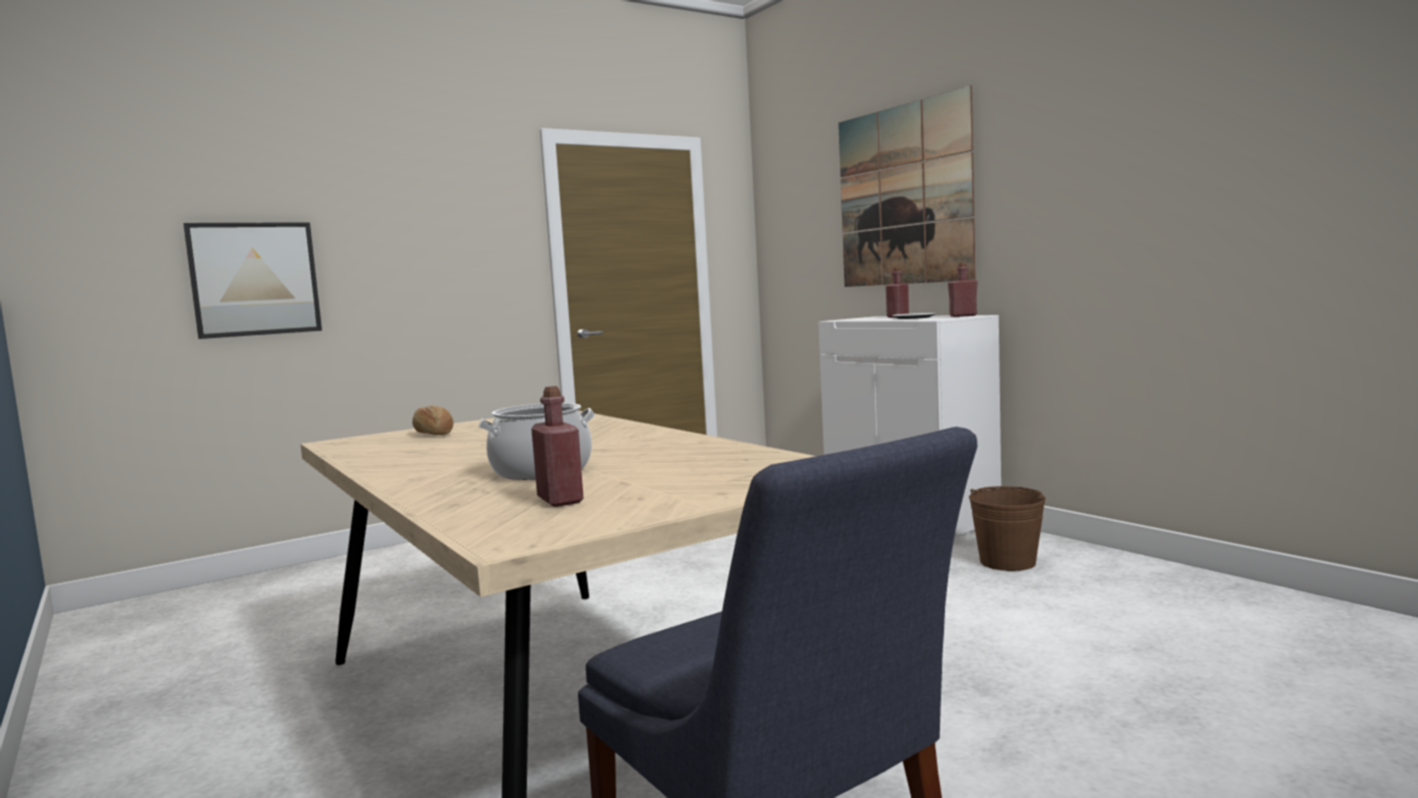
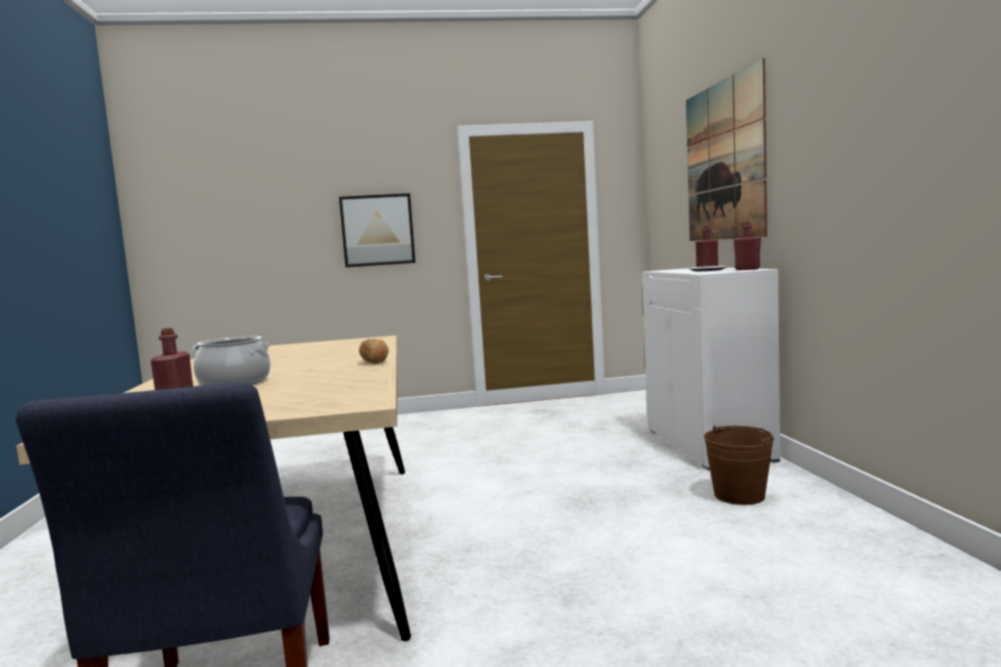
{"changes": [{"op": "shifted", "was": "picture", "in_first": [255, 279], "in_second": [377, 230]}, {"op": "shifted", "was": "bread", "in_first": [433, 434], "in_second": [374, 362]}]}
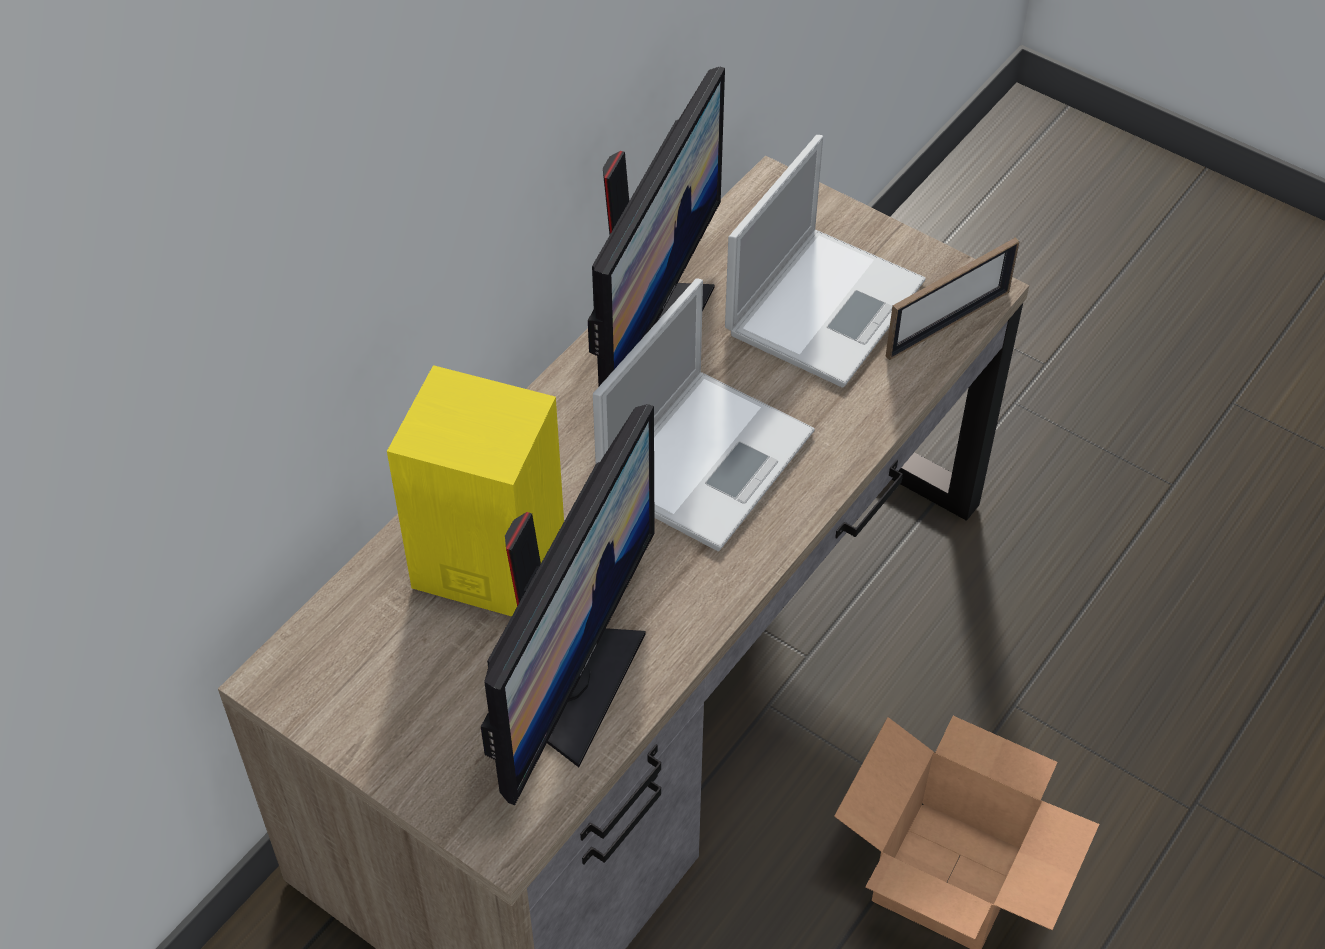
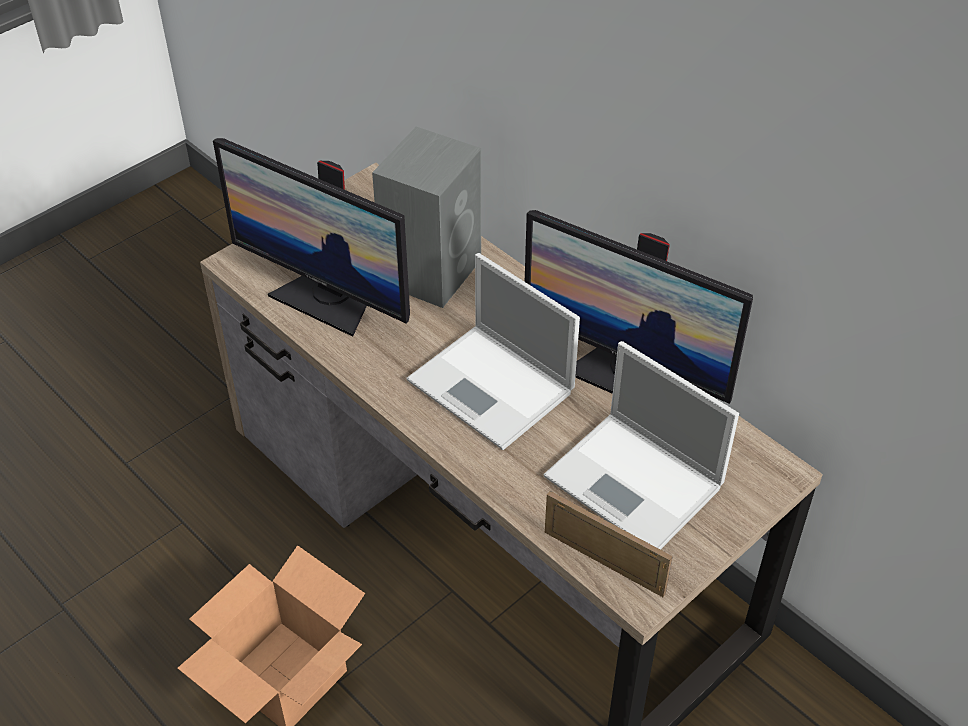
{"changes": [{"op": "repainted", "was": "yellow_speaker", "now": "grey_speaker", "in_first": [485, 560], "in_second": [433, 270]}, {"op": "rotated", "was": "picture_frame", "in_first": [948, 323], "in_second": [603, 562], "clockwise": 150}]}
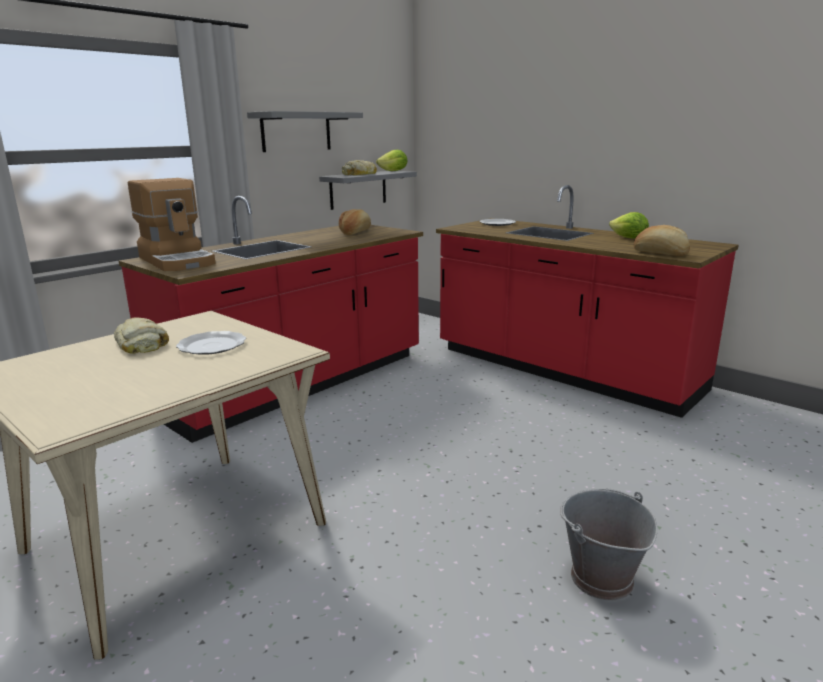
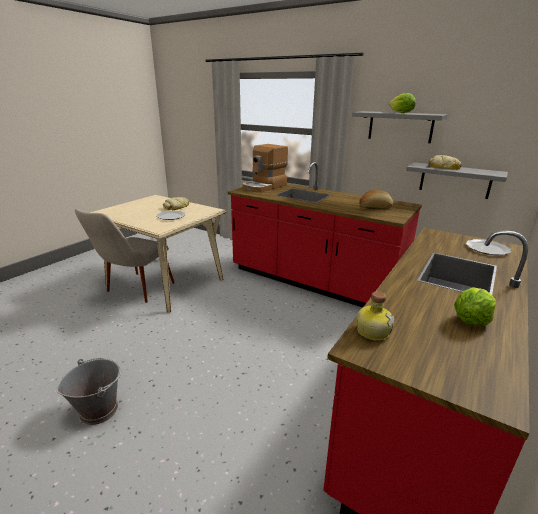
{"changes": [{"op": "new", "now": "beige_chair", "in_second": [133, 292]}, {"op": "shifted", "was": "lettuce", "in_first": [393, 171], "in_second": [401, 113]}, {"op": "swapped", "was": "bread", "now": "bottle", "in_first": [660, 253], "in_second": [372, 331]}]}
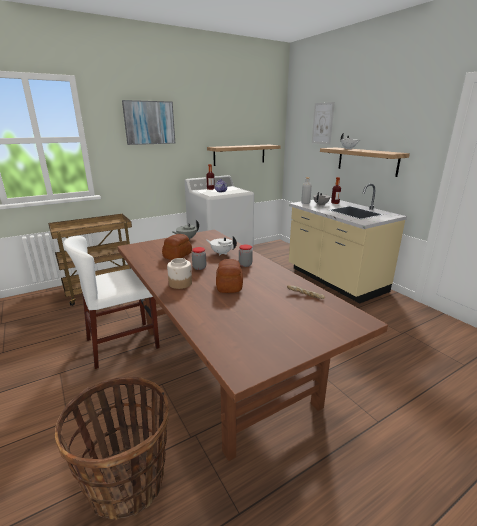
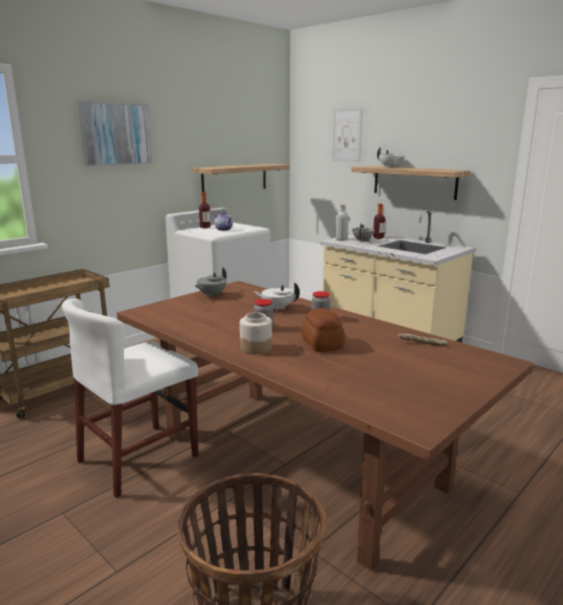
{"changes": [{"op": "gone", "was": "bread", "in_first": [177, 255]}]}
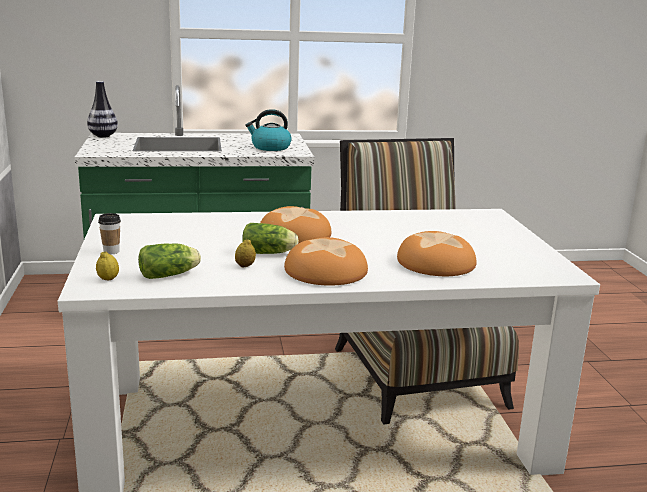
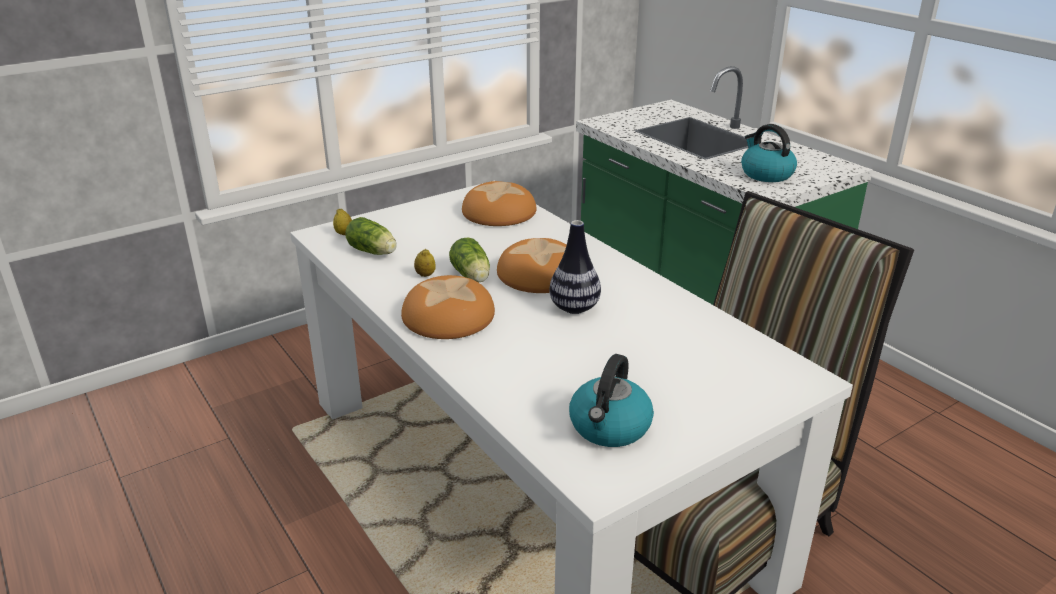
{"changes": [{"op": "gone", "was": "cup", "in_first": [111, 251]}, {"op": "new", "now": "kettle", "in_second": [610, 427]}, {"op": "shifted", "was": "vase", "in_first": [103, 136], "in_second": [574, 308]}, {"op": "shifted", "was": "bread", "in_first": [436, 263], "in_second": [498, 212]}]}
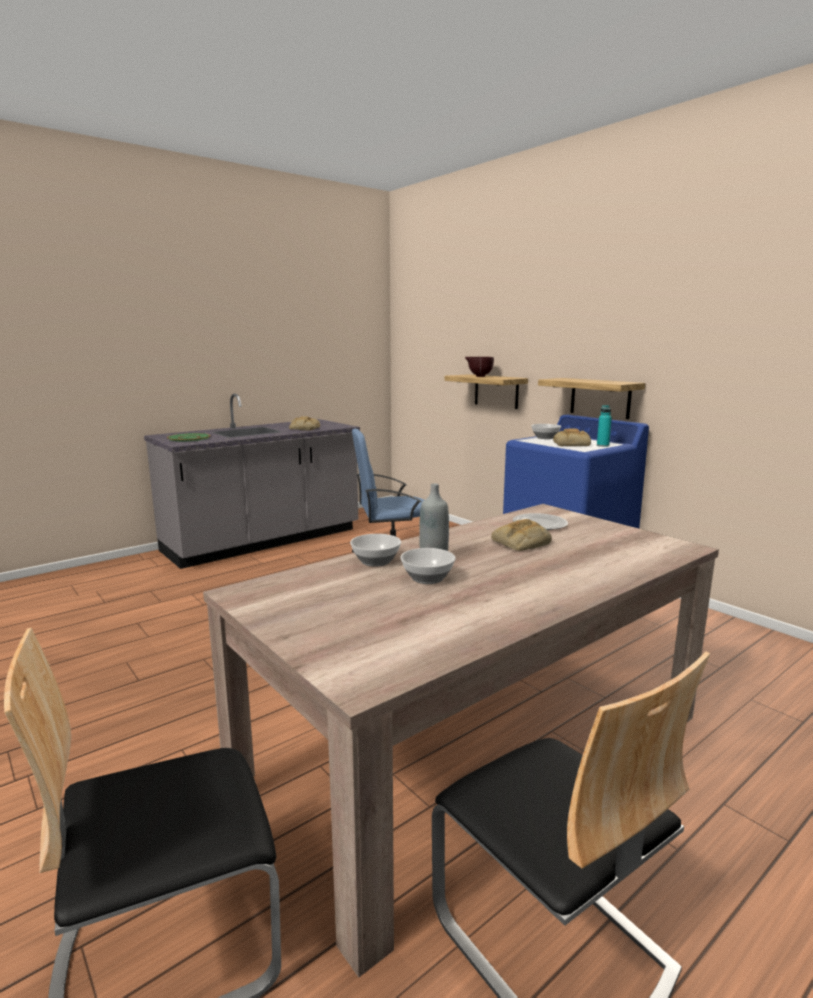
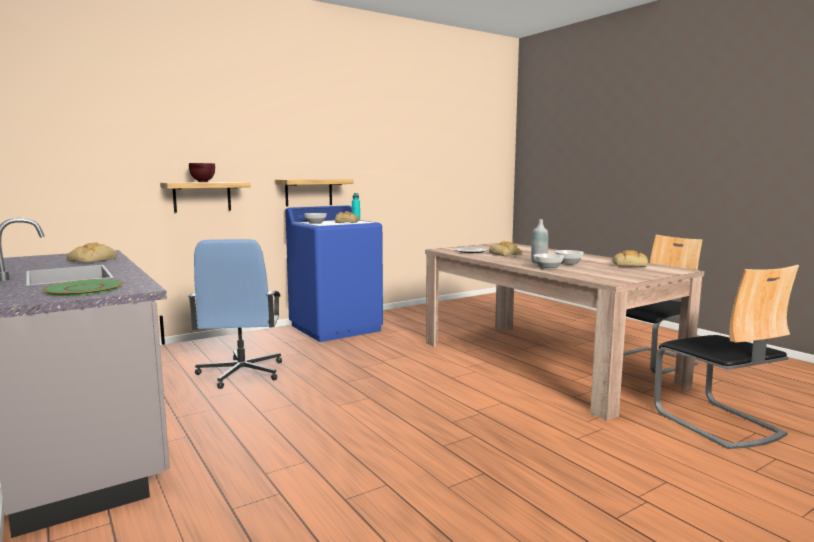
{"changes": [{"op": "new", "now": "bread", "in_second": [630, 265]}]}
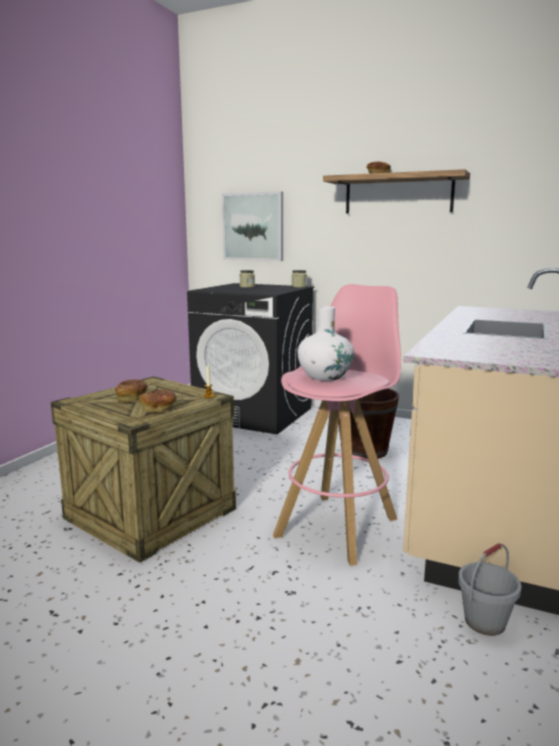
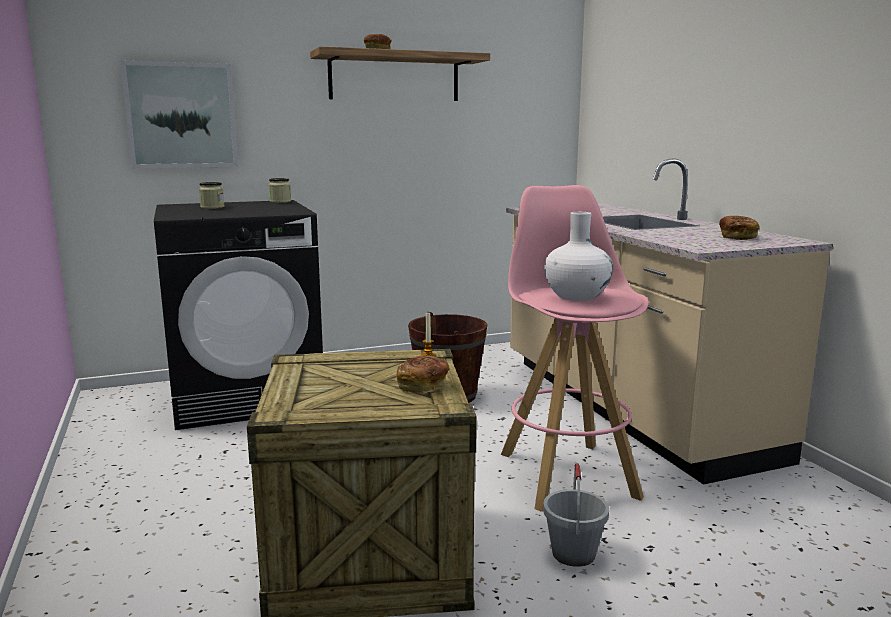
{"changes": [{"op": "shifted", "was": "bread", "in_first": [132, 398], "in_second": [737, 237]}, {"op": "shifted", "was": "grey_bucket", "in_first": [484, 621], "in_second": [573, 553]}]}
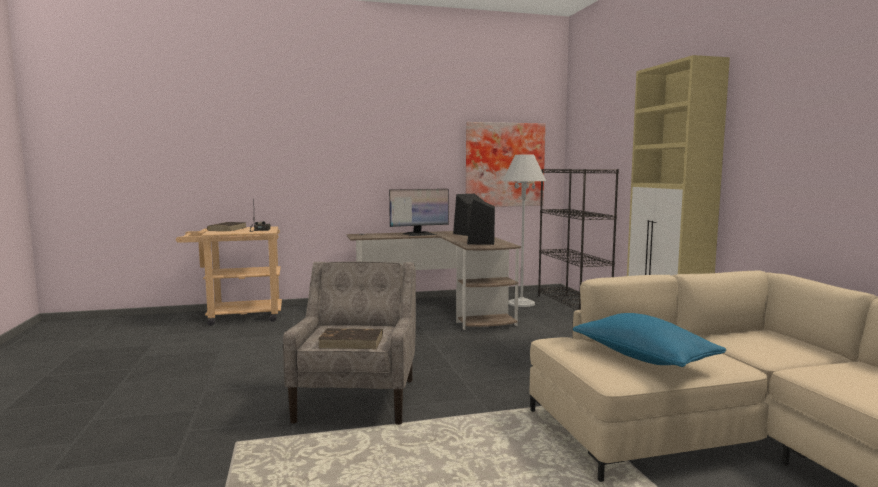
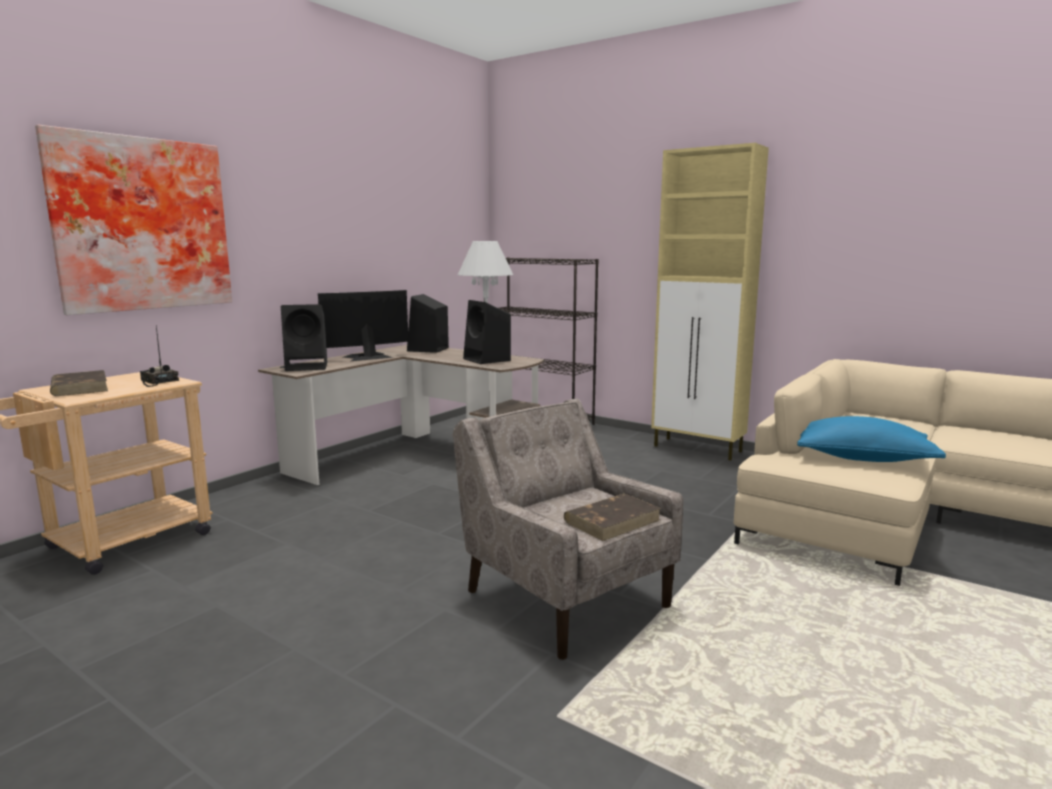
{"changes": [{"op": "new", "now": "black_speaker", "in_second": [308, 366]}, {"op": "shifted", "was": "picture", "in_first": [504, 165], "in_second": [141, 224]}, {"op": "rotated", "was": "monitor", "in_first": [419, 234], "in_second": [367, 357], "clockwise": -150}]}
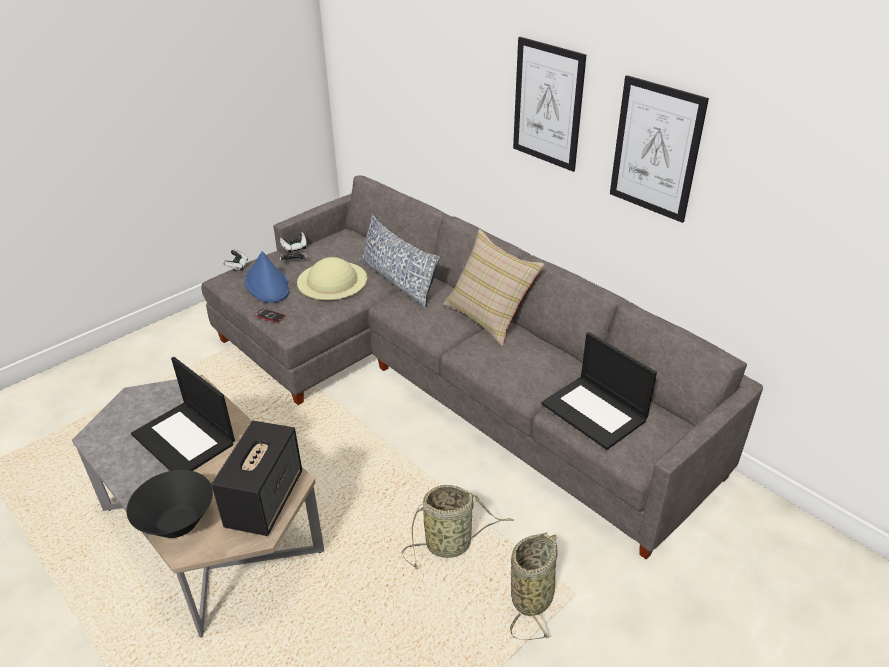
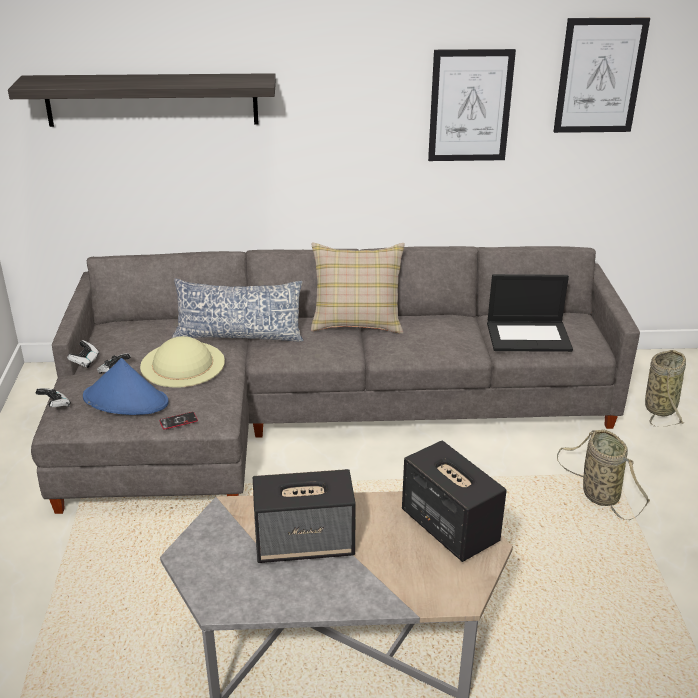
{"changes": [{"op": "gone", "was": "black_bowl", "in_first": [177, 523]}, {"op": "new", "now": "shelf", "in_second": [151, 100]}, {"op": "shifted", "was": "basket", "in_first": [451, 544], "in_second": [660, 407]}, {"op": "shifted", "was": "picture", "in_first": [547, 104], "in_second": [599, 76]}, {"op": "swapped", "was": "laptop", "now": "speaker", "in_first": [185, 439], "in_second": [305, 543]}]}
